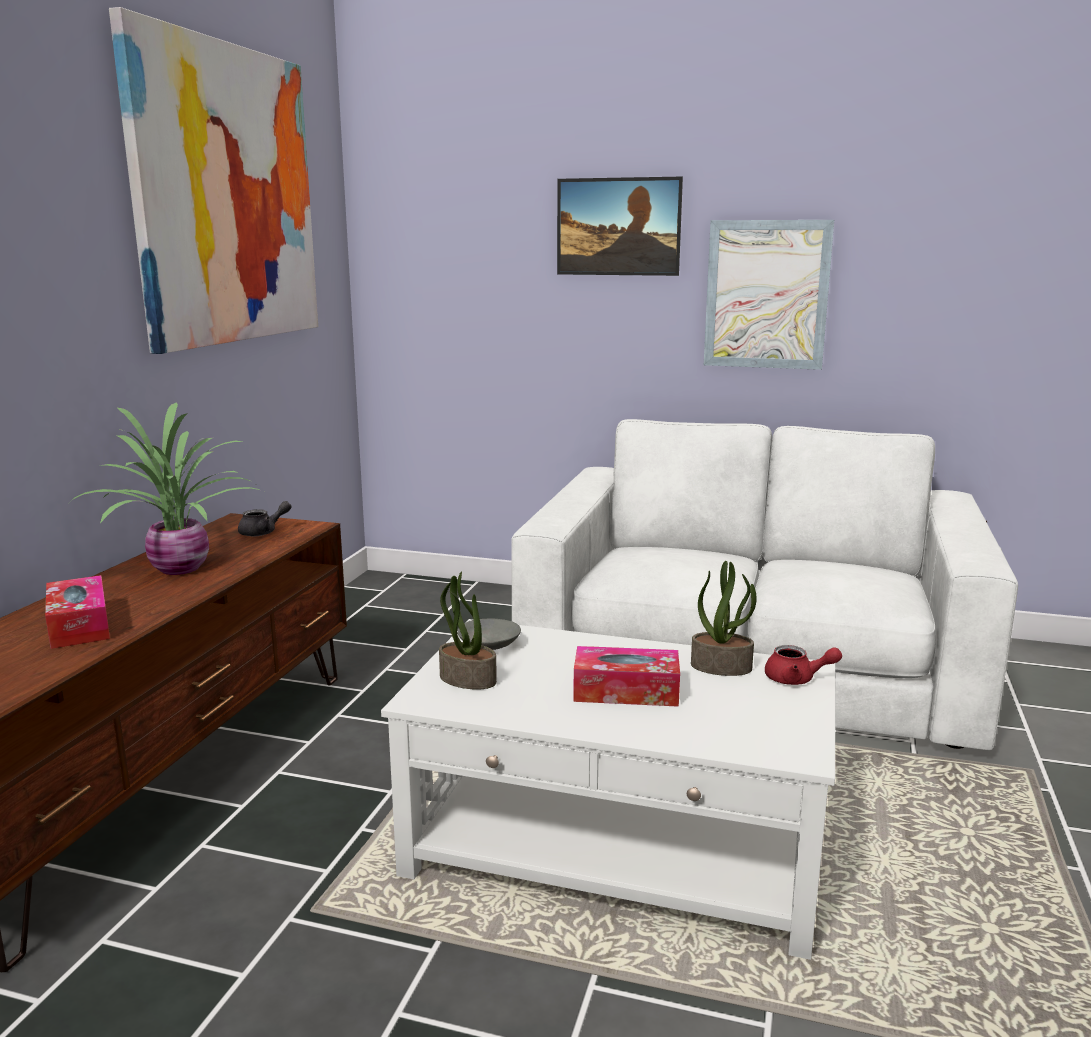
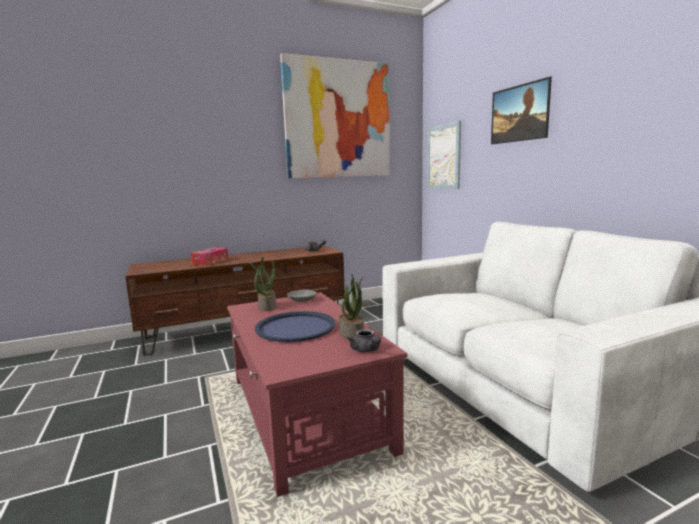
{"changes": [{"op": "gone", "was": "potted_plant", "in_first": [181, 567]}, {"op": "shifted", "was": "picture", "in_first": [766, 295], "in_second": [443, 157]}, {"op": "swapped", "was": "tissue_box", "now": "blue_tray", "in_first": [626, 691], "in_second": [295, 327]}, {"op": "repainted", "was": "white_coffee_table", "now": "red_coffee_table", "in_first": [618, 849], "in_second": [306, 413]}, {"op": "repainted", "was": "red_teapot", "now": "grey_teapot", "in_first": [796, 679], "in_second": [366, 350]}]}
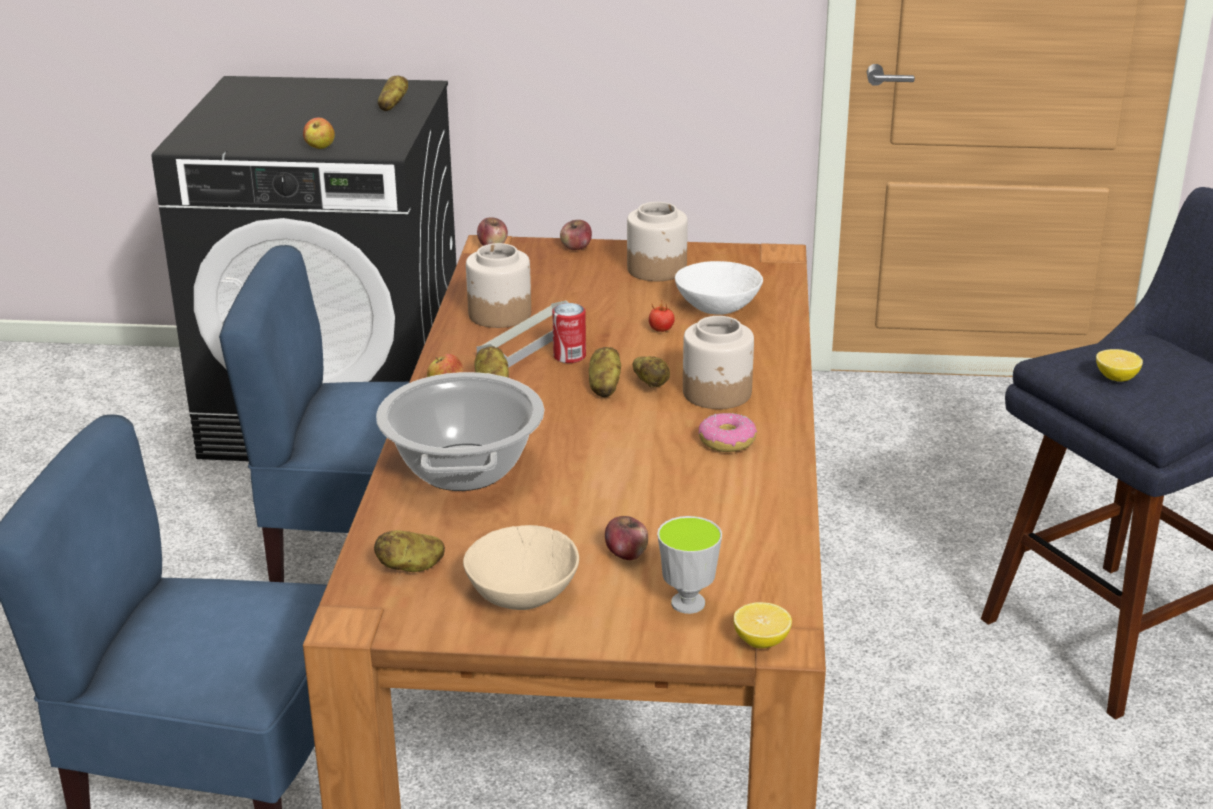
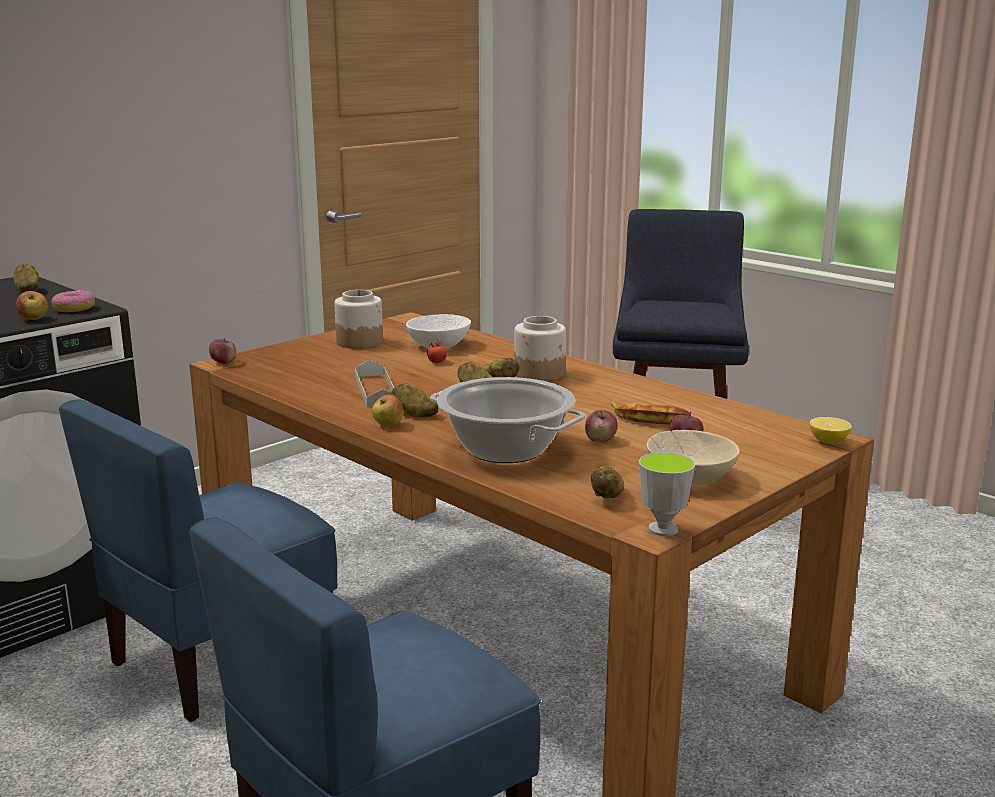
{"changes": [{"op": "gone", "was": "jar", "in_first": [499, 314]}, {"op": "gone", "was": "can", "in_first": [569, 356]}, {"op": "gone", "was": "lemon", "in_first": [1116, 378]}, {"op": "new", "now": "banana", "in_second": [648, 419]}, {"op": "shifted", "was": "apple", "in_first": [576, 248], "in_second": [600, 440]}, {"op": "shifted", "was": "cup", "in_first": [688, 603], "in_second": [663, 529]}, {"op": "shifted", "was": "donut", "in_first": [727, 441], "in_second": [74, 308]}]}
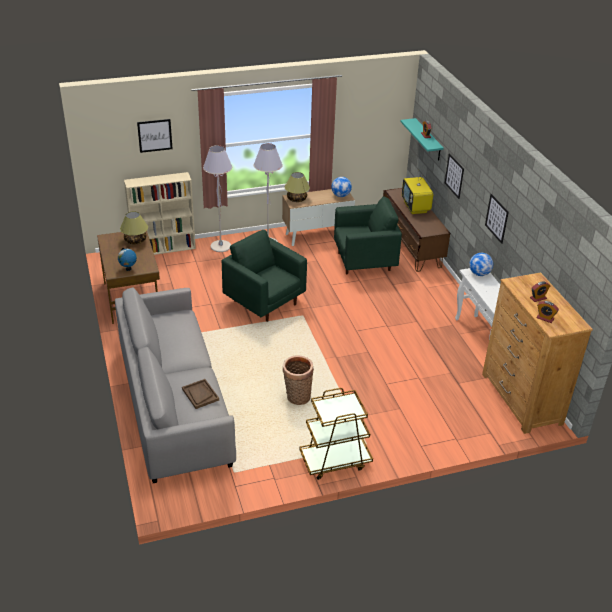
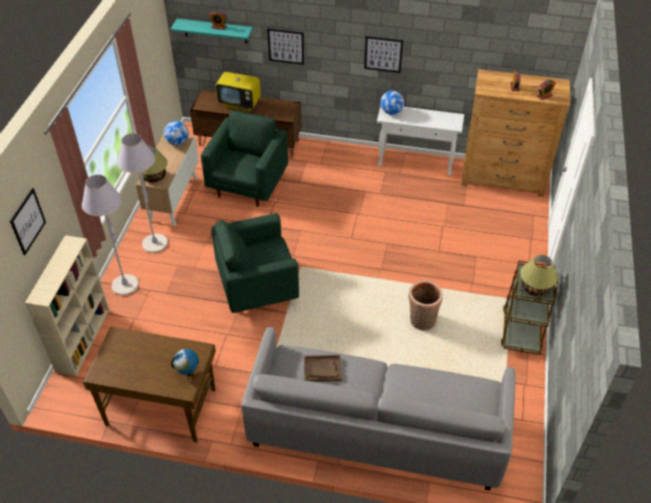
{"changes": [{"op": "shifted", "was": "table_lamp", "in_first": [135, 240], "in_second": [534, 288]}, {"op": "shifted", "was": "brown_tray", "in_first": [200, 394], "in_second": [322, 369]}]}
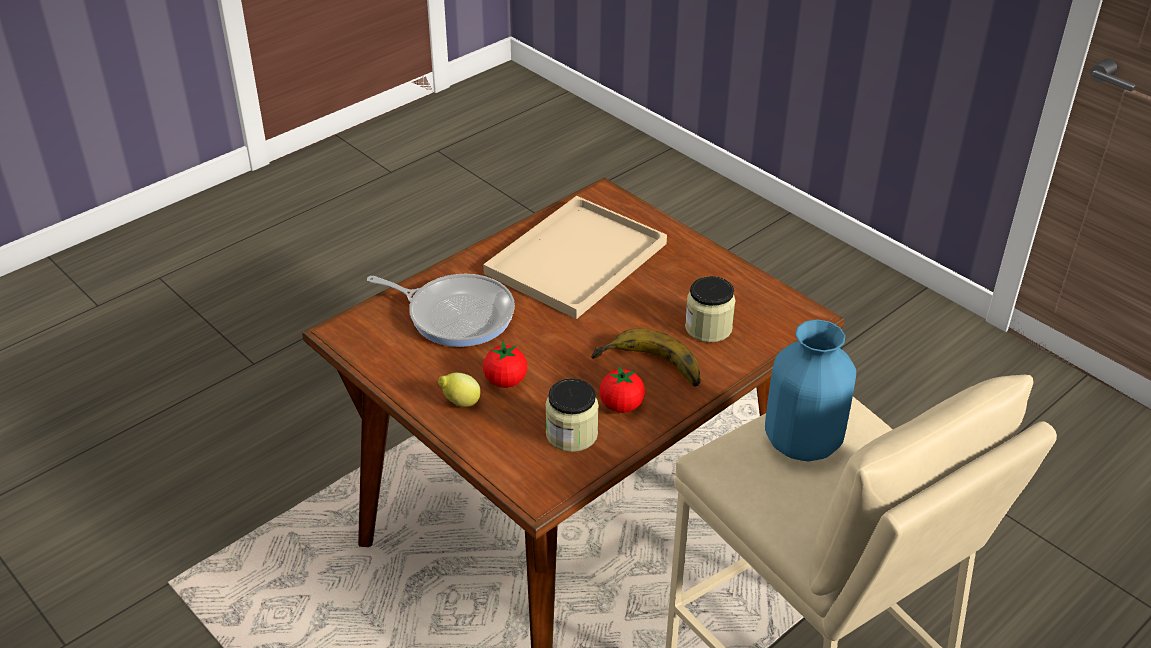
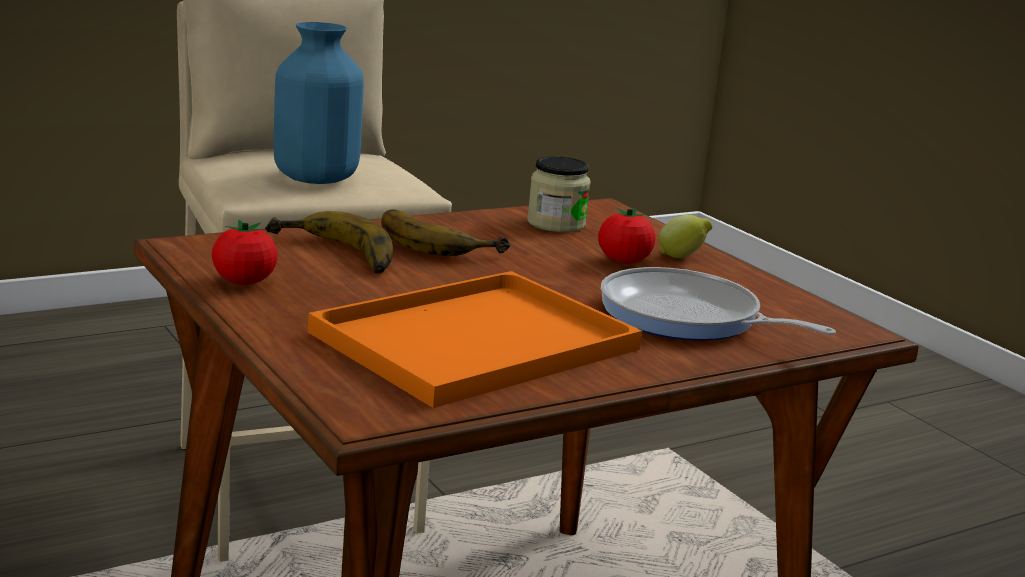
{"changes": [{"op": "shifted", "was": "tomato", "in_first": [621, 405], "in_second": [244, 282]}, {"op": "swapped", "was": "jar", "now": "banana", "in_first": [708, 328], "in_second": [331, 255]}, {"op": "repainted", "was": "beige_tray", "now": "orange_tray", "in_first": [577, 256], "in_second": [473, 343]}]}
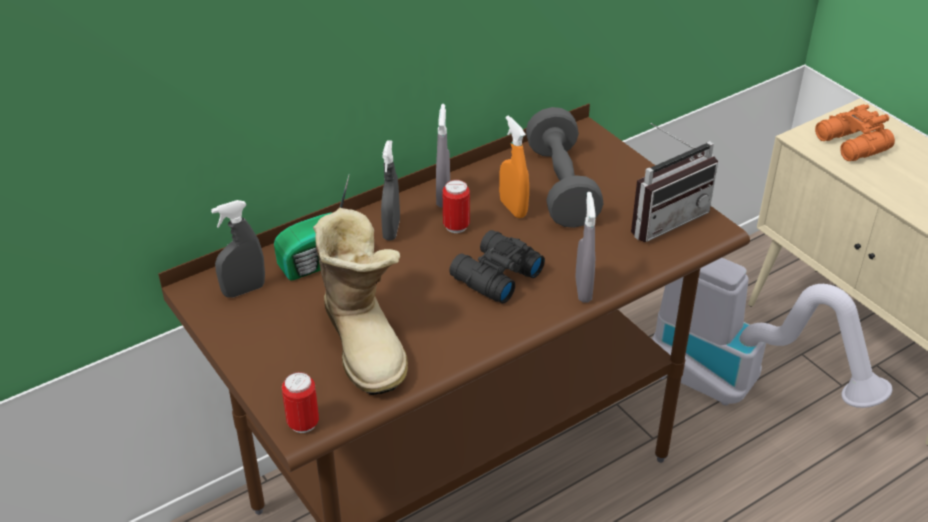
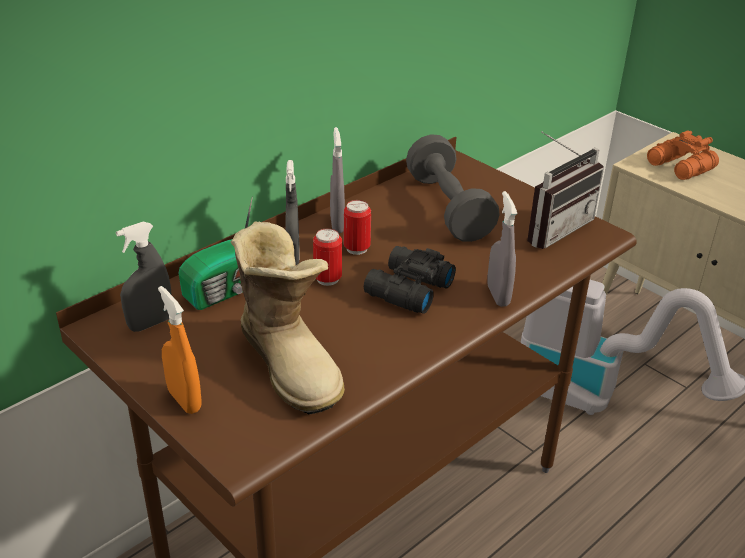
{"changes": [{"op": "shifted", "was": "can", "in_first": [303, 423], "in_second": [327, 279]}, {"op": "shifted", "was": "orange_spray_bottle", "in_first": [513, 208], "in_second": [184, 400]}]}
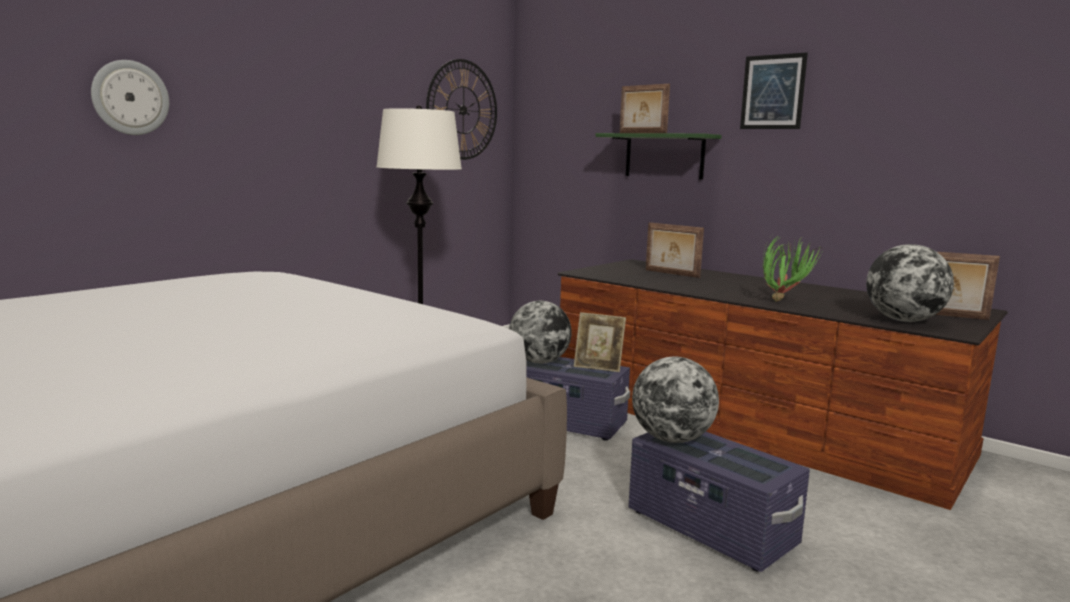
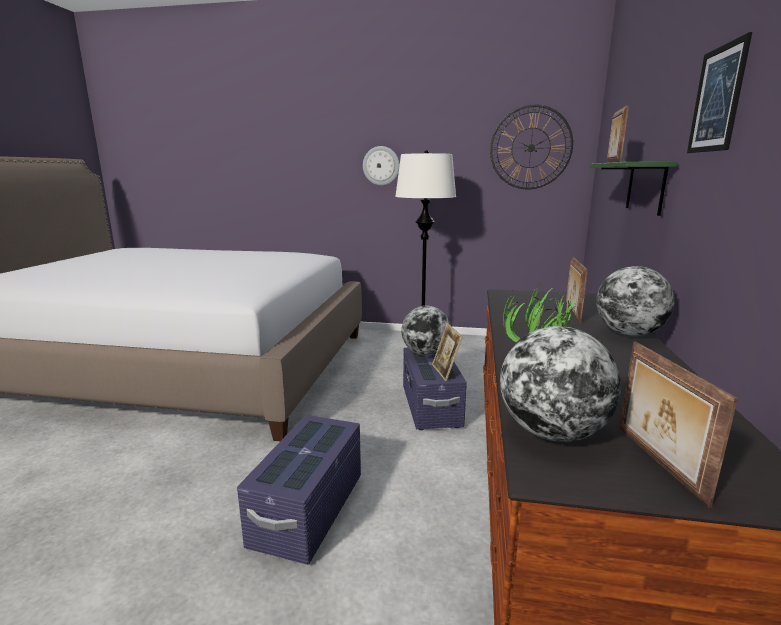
{"changes": [{"op": "shifted", "was": "wall_clock", "in_first": [130, 98], "in_second": [381, 165]}, {"op": "shifted", "was": "globe", "in_first": [672, 439], "in_second": [629, 334]}]}
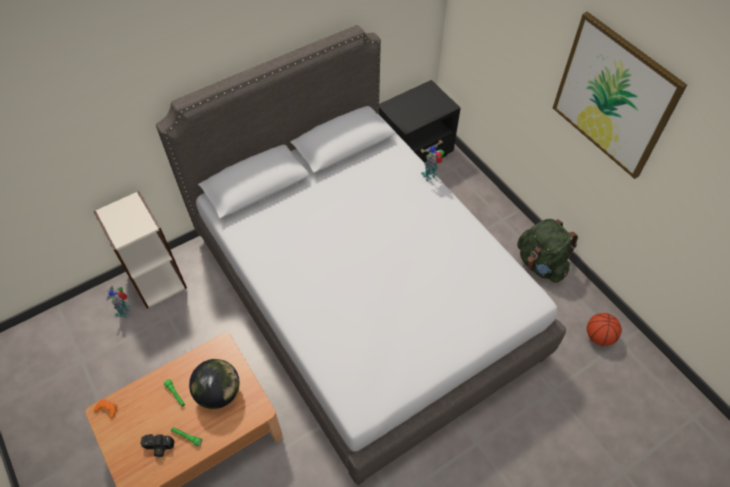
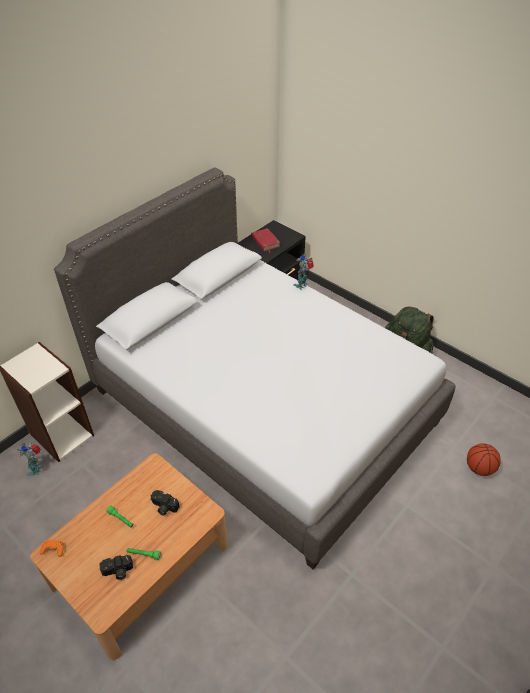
{"changes": [{"op": "gone", "was": "picture", "in_first": [613, 96]}, {"op": "new", "now": "red_book", "in_second": [265, 242]}, {"op": "shifted", "was": "basketball", "in_first": [599, 336], "in_second": [479, 468]}, {"op": "swapped", "was": "globe", "now": "photo_camera", "in_first": [219, 393], "in_second": [163, 507]}]}
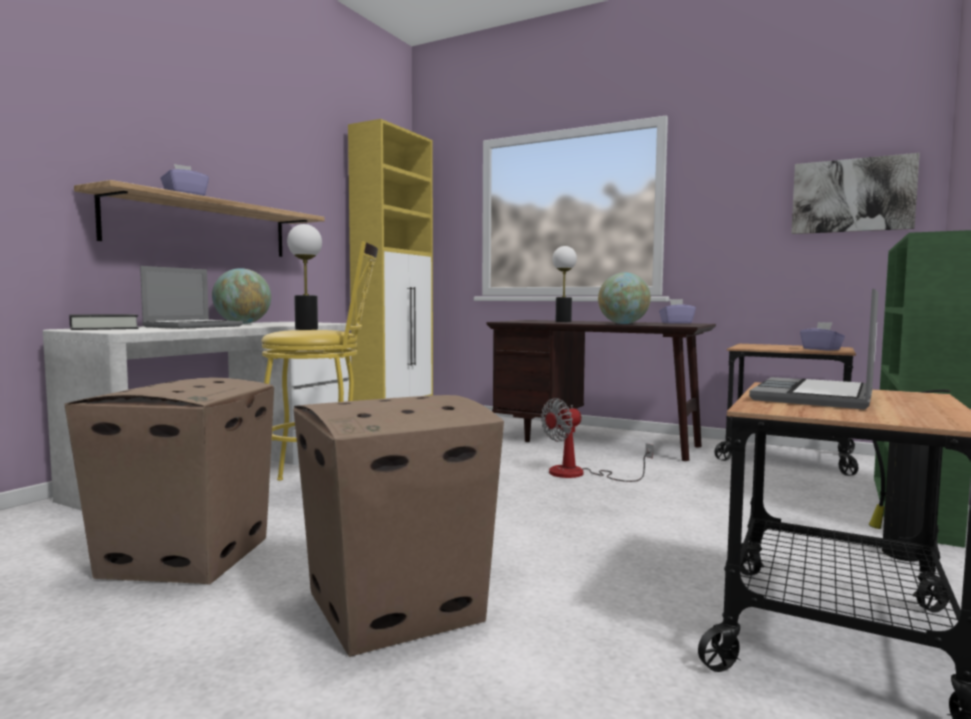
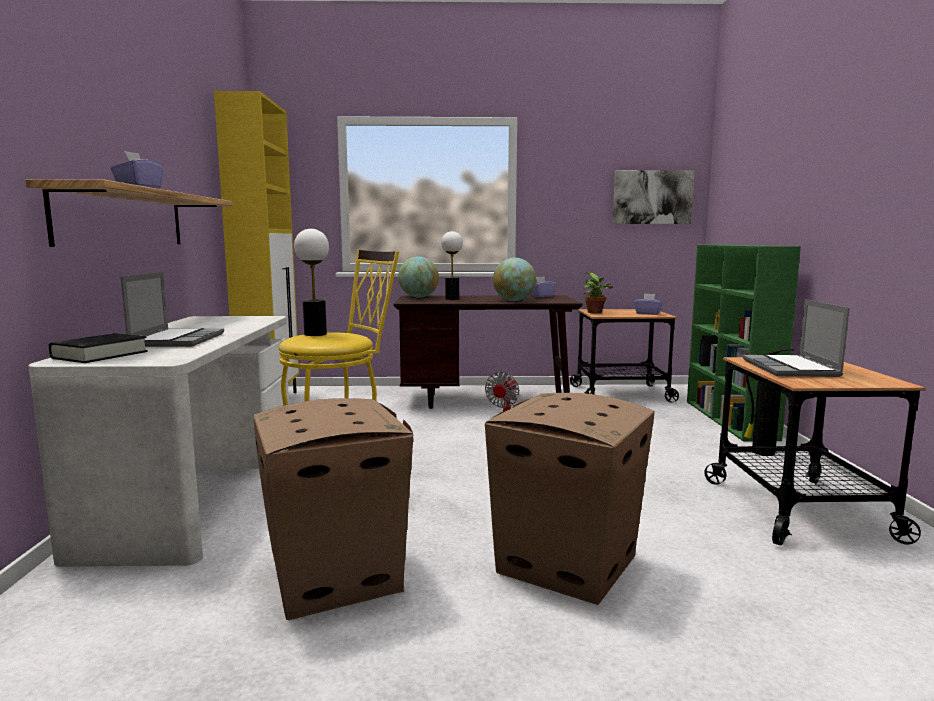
{"changes": [{"op": "new", "now": "potted_plant", "in_second": [596, 312]}, {"op": "shifted", "was": "globe", "in_first": [242, 323], "in_second": [418, 297]}]}
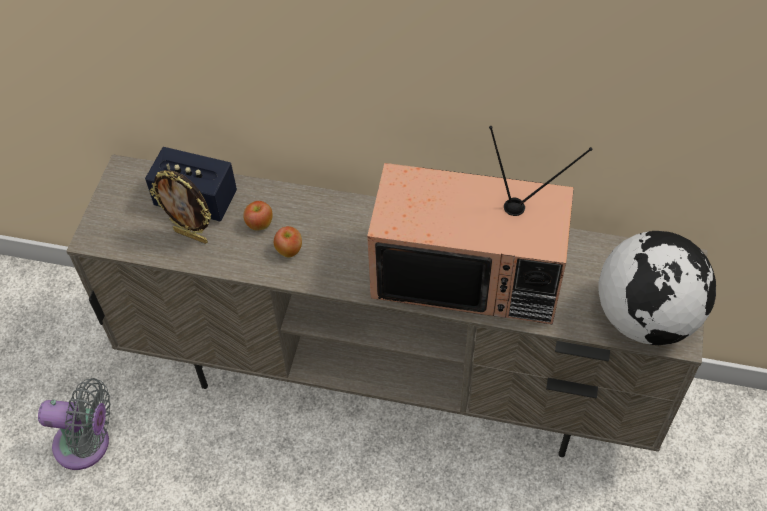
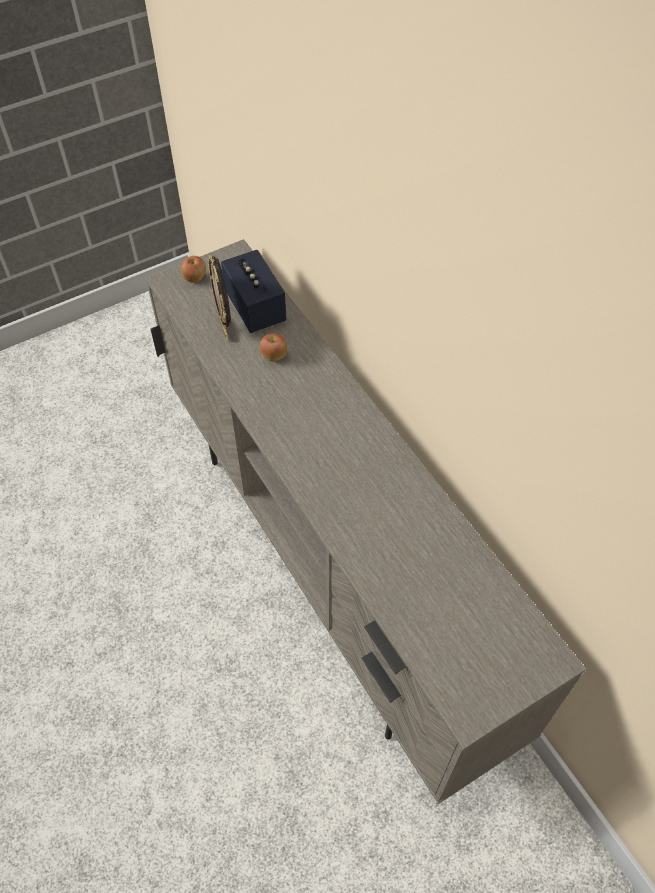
{"changes": [{"op": "gone", "was": "grey_fan", "in_first": [87, 444]}, {"op": "gone", "was": "television", "in_first": [470, 272]}, {"op": "gone", "was": "globe", "in_first": [645, 317]}, {"op": "shifted", "was": "apple", "in_first": [289, 250], "in_second": [195, 278]}]}
